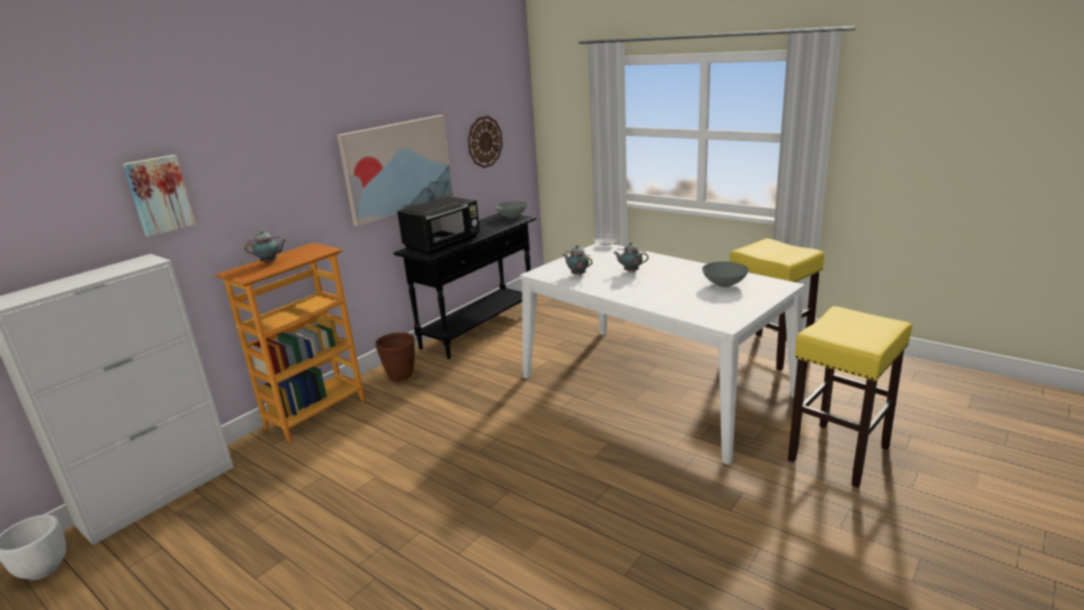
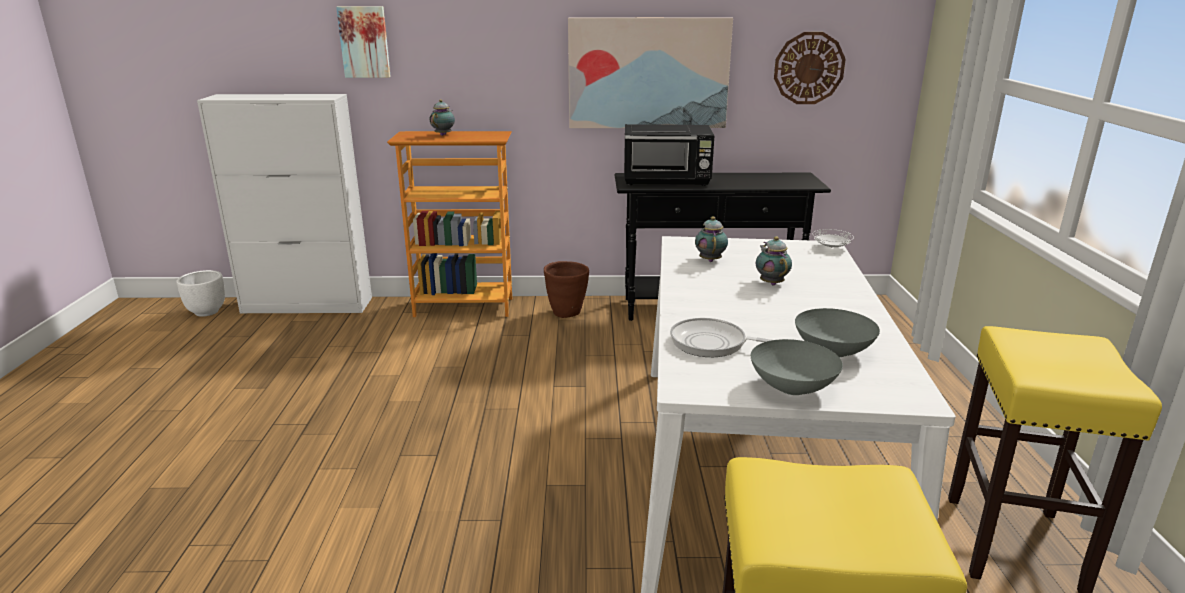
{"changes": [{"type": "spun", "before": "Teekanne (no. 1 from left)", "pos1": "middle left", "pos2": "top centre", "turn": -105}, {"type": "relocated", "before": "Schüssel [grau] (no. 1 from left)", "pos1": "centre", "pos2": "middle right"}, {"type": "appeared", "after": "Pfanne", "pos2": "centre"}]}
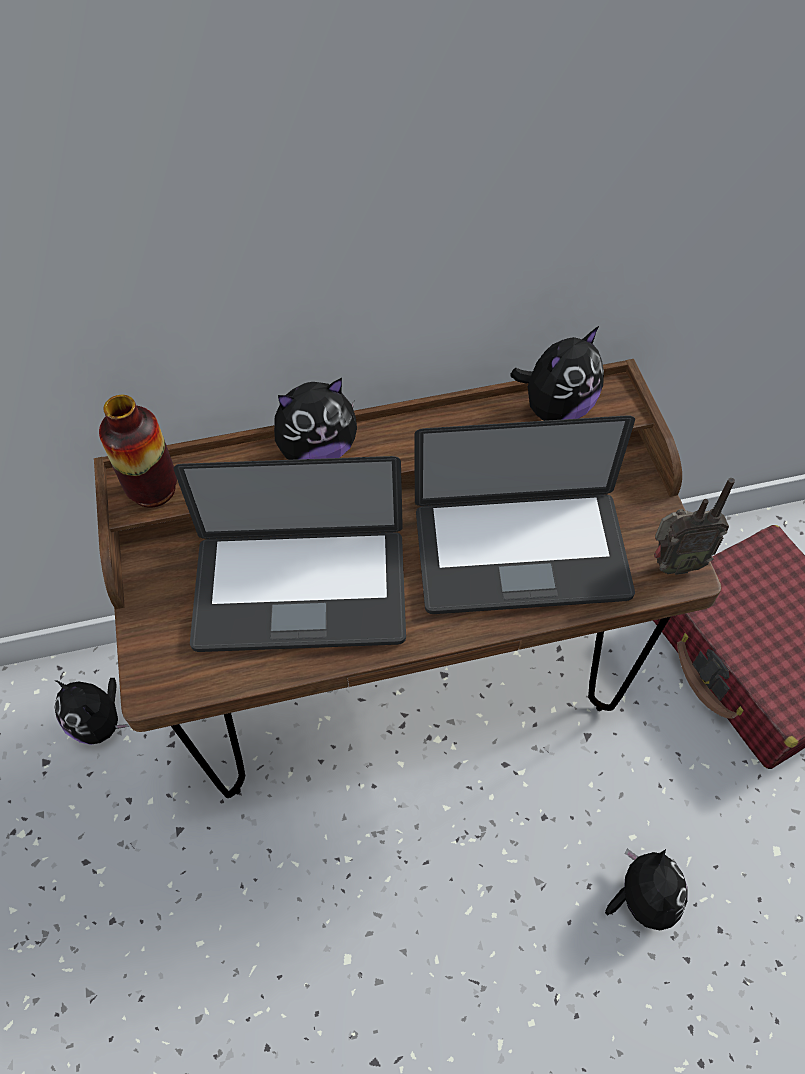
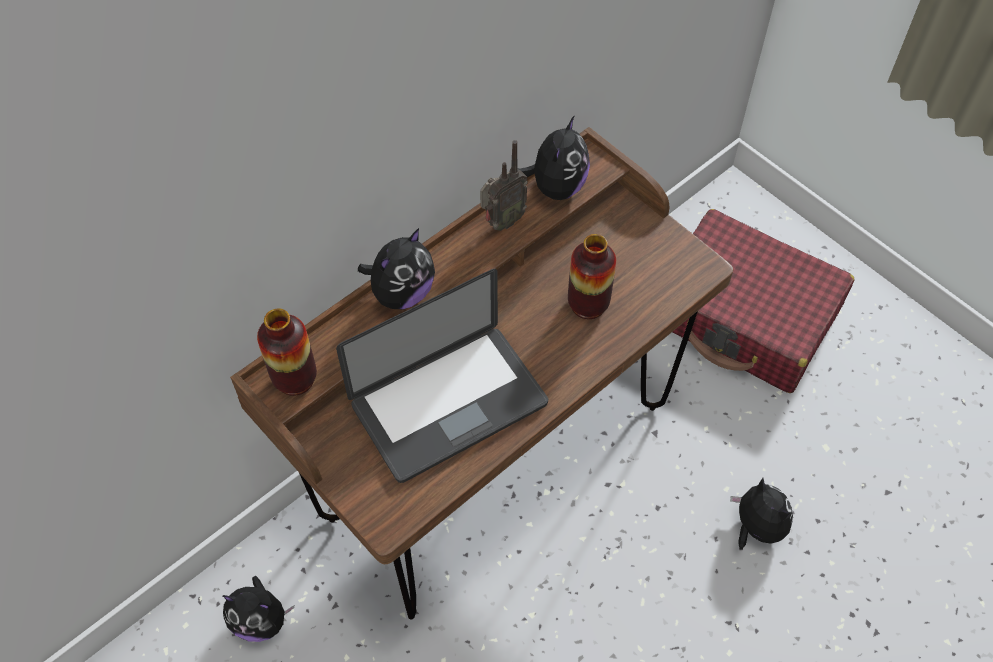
{"changes": [{"type": "exchanged", "before": "Laptop (no. 2 from left)", "after": "Vase (no. 2 from left)", "pos1": "centre", "pos2": "centre"}, {"type": "relocated", "before": "Radio", "pos1": "middle right", "pos2": "top centre"}]}
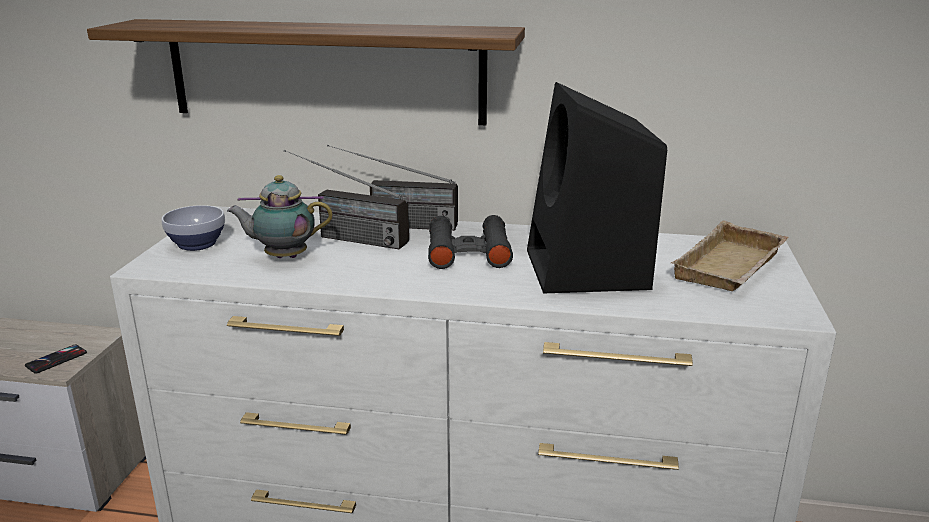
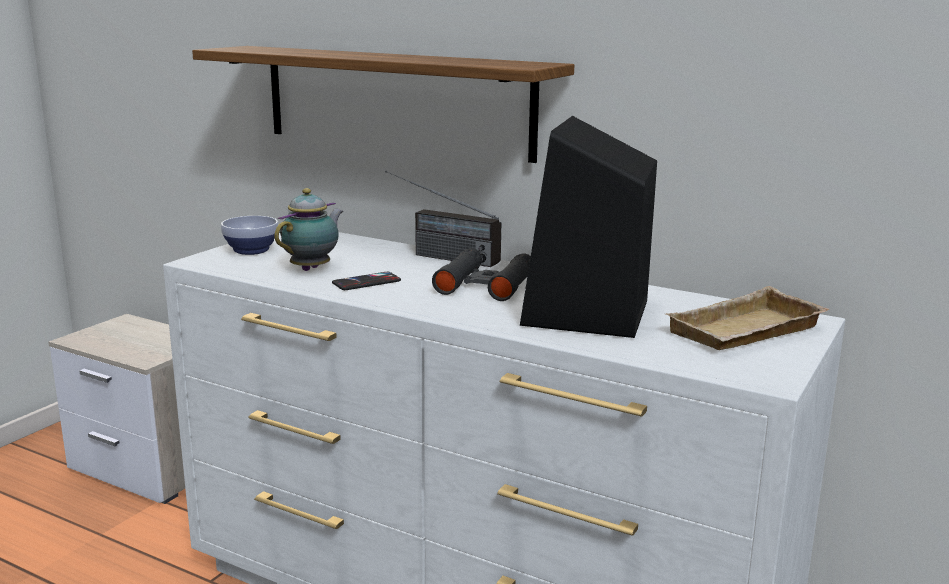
{"changes": [{"type": "relocated", "before": "Handy", "pos1": "bottom left", "pos2": "centre"}, {"type": "spun", "before": "Teekanne", "pos1": "middle left", "pos2": "middle left", "turn": 105}, {"type": "missing", "before": "Radio (no. 1 from left)", "pos1": "centre"}]}
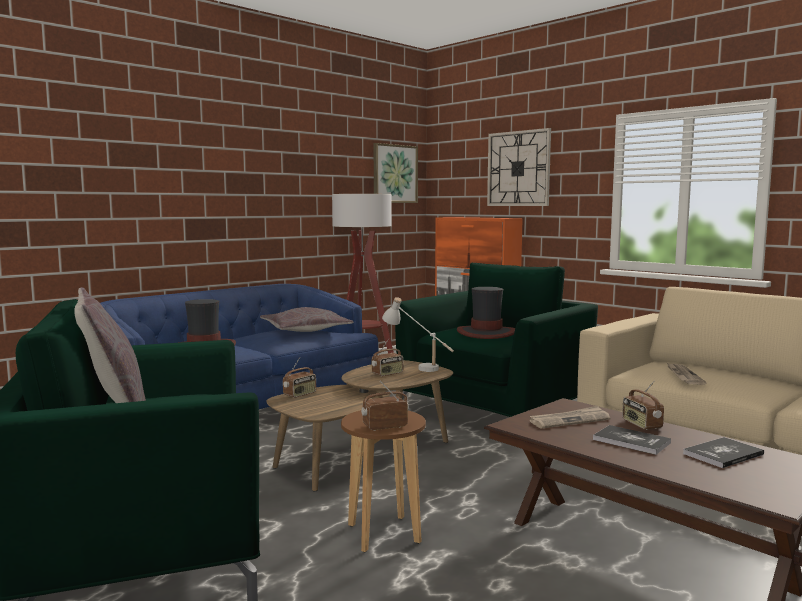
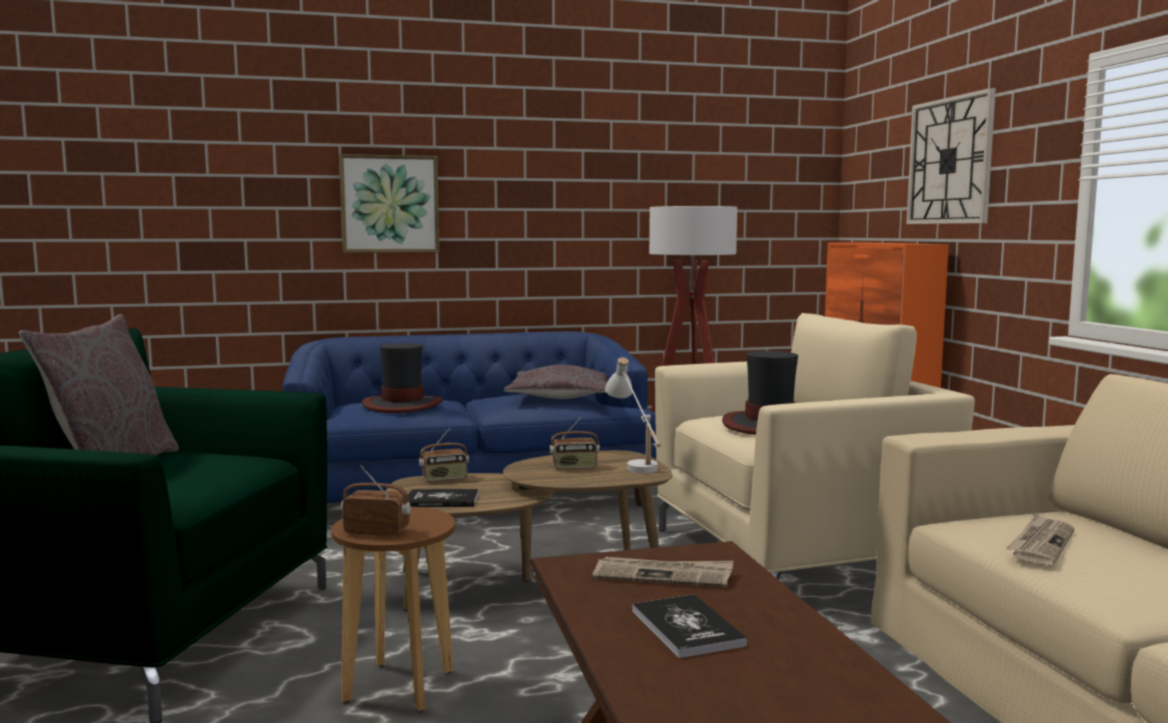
{"changes": [{"type": "relocated", "before": "Bild", "pos1": "top centre", "pos2": "top left"}, {"type": "colour", "before": "Sessel [grün] (no. 2 from left)", "after": "Sessel [beige]", "pos1": "centre", "pos2": "middle right"}, {"type": "missing", "before": "Radio (no. 4 from left)", "pos1": "bottom right"}, {"type": "relocated", "before": "Buch (no. 2 from left in the first image)", "after": "Buch (no. 1 from left)", "pos1": "bottom right", "pos2": "bottom centre"}]}
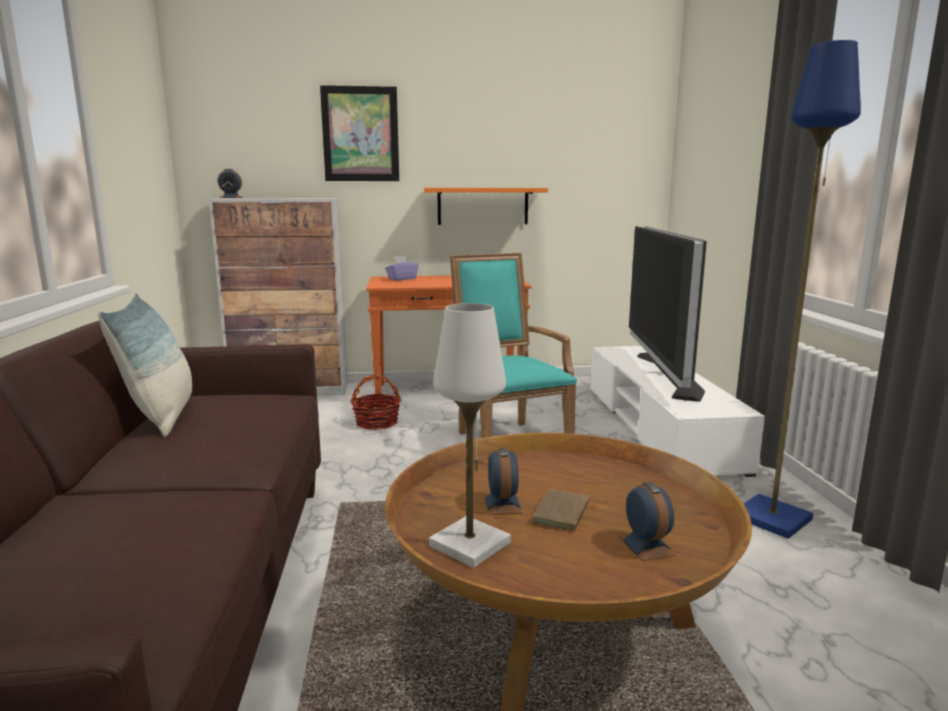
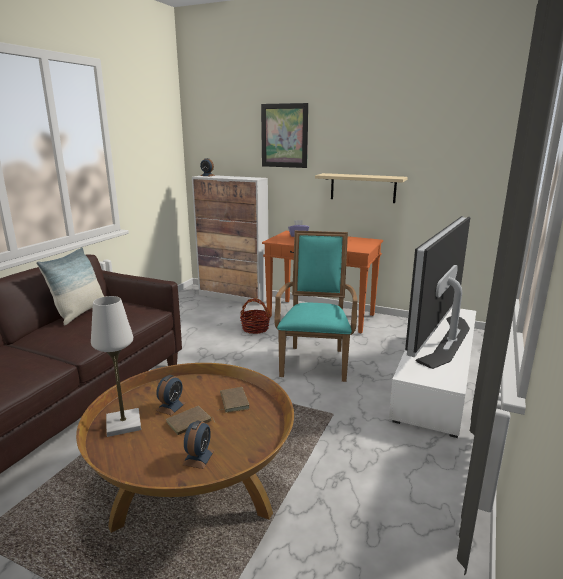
{"changes": [{"type": "colour", "before": "Wandregal [orange]", "after": "Wandregal [beige]", "pos1": "top centre", "pos2": "top centre"}, {"type": "missing", "before": "Stehlampe [blau]", "pos1": "middle right"}, {"type": "appeared", "after": "Buch [braun] (no. 2 from left)", "pos2": "bottom centre"}]}
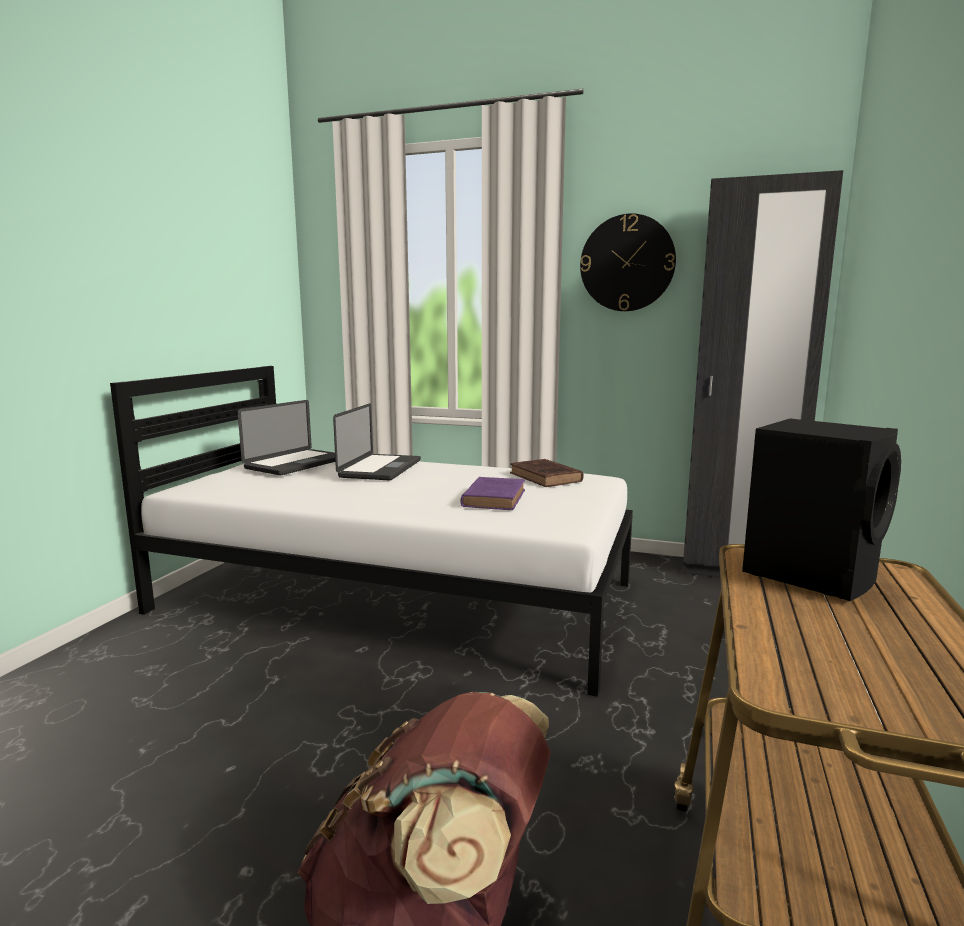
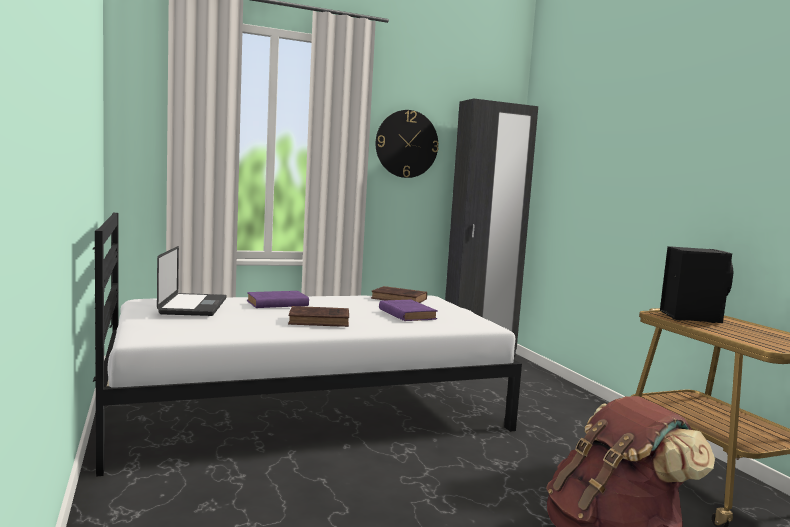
{"changes": [{"type": "exchanged", "before": "Laptop (no. 2 from left)", "after": "Buch [lila] (no. 1 from left)", "pos1": "centre", "pos2": "centre"}, {"type": "appeared", "after": "Buch [braun] (no. 1 from left)", "pos2": "centre"}]}
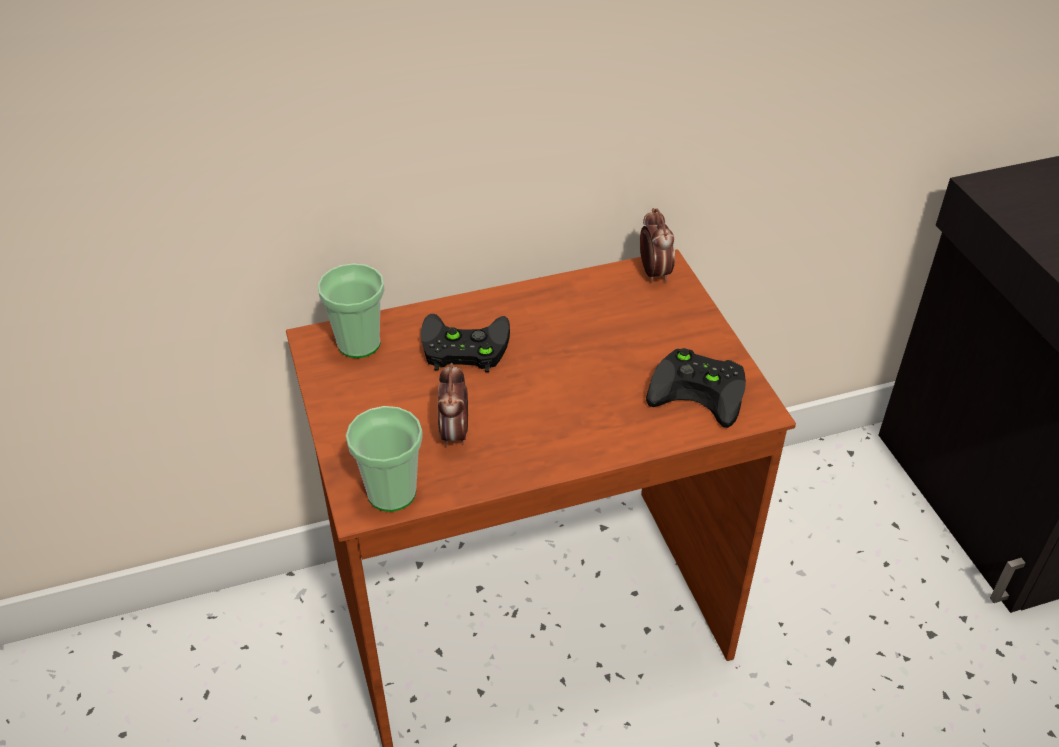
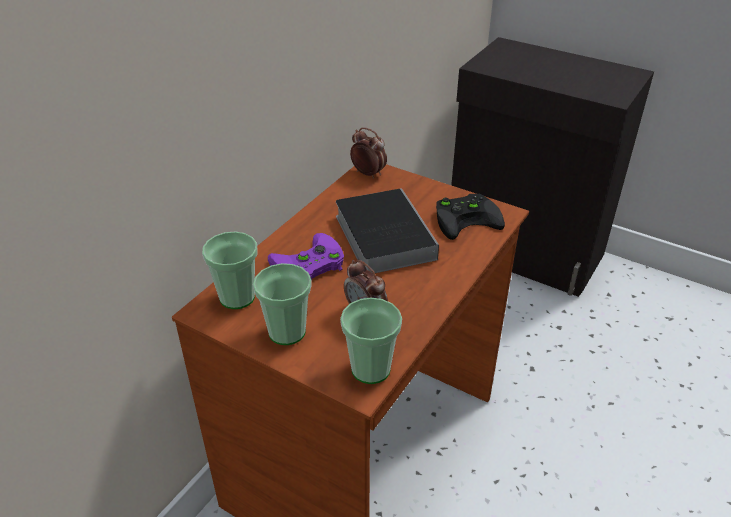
{"changes": [{"type": "colour", "before": "Gamepad [schwarz] (no. 1 from left)", "after": "Gamepad [lila]", "pos1": "centre", "pos2": "centre"}, {"type": "appeared", "after": "Tasse (no. 2 from left)", "pos2": "centre"}, {"type": "appeared", "after": "Buch", "pos2": "centre"}]}
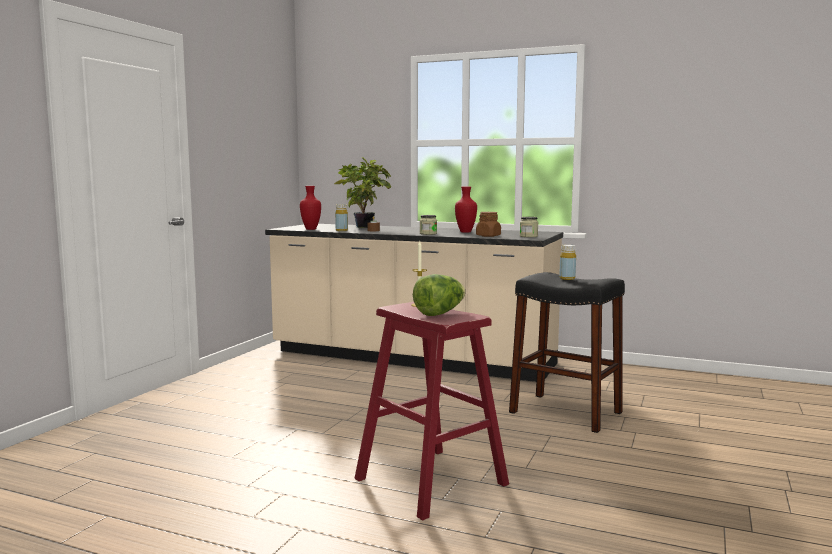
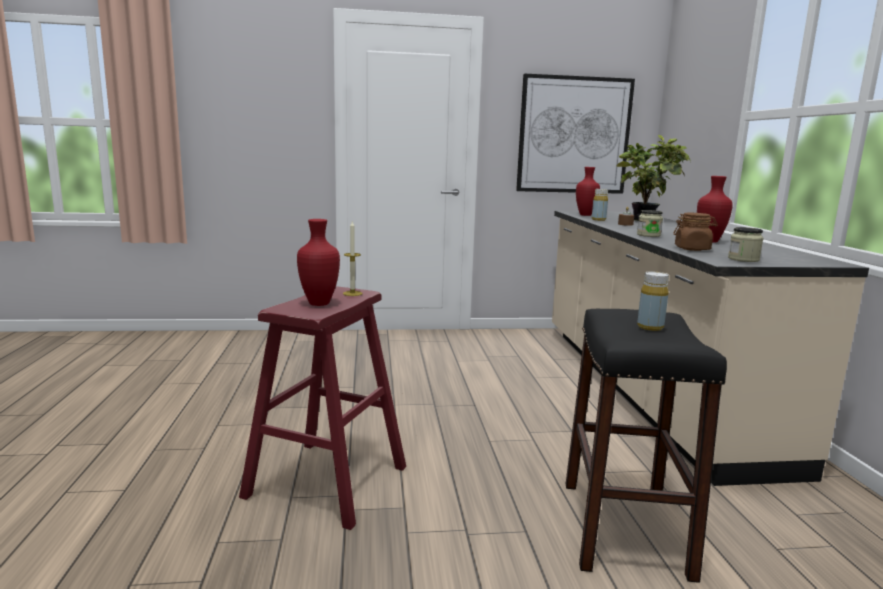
{"changes": [{"type": "exchanged", "before": "Salatkopf", "after": "Vase [rot] (no. 1 from left)", "pos1": "centre", "pos2": "centre"}, {"type": "appeared", "after": "Bild", "pos2": "top centre"}]}
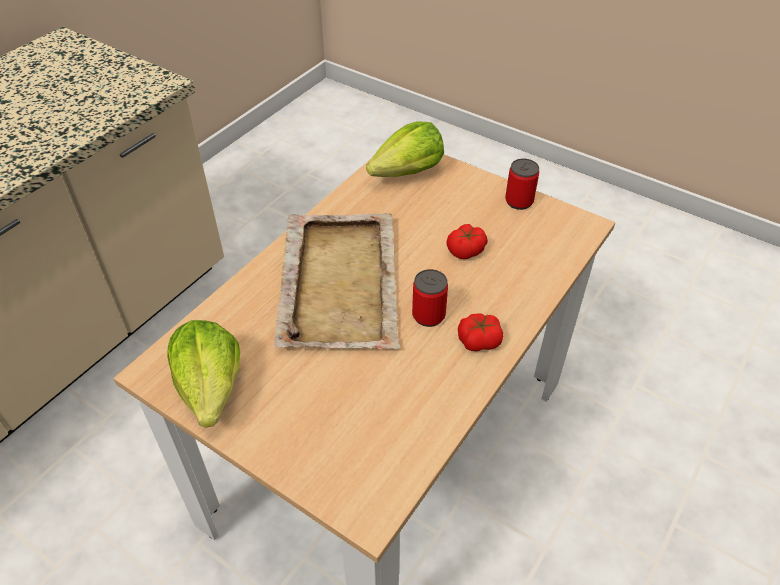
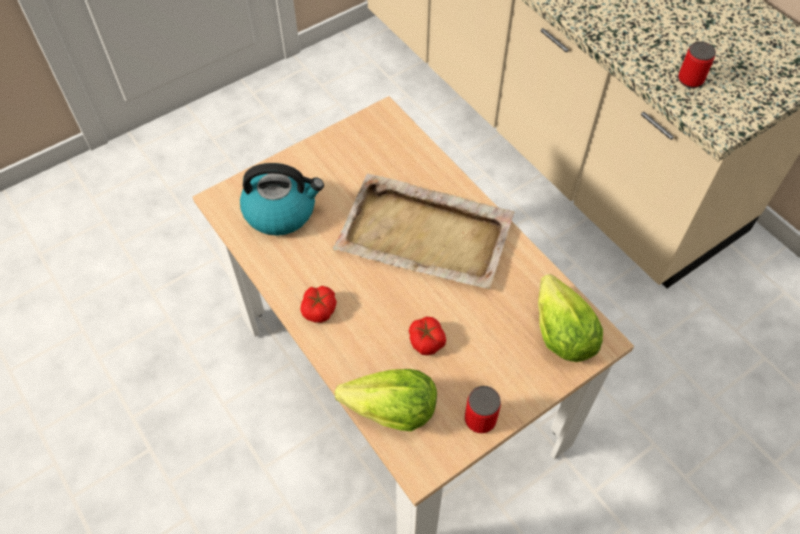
{"changes": [{"type": "relocated", "before": "Salatkopf (no. 1 from left)", "pos1": "middle left", "pos2": "bottom centre"}, {"type": "relocated", "before": "Dose (no. 1 from left in the first image)", "after": "Dose (no. 2 from left)", "pos1": "centre", "pos2": "top right"}, {"type": "appeared", "after": "Wasserkessel", "pos2": "centre"}]}
